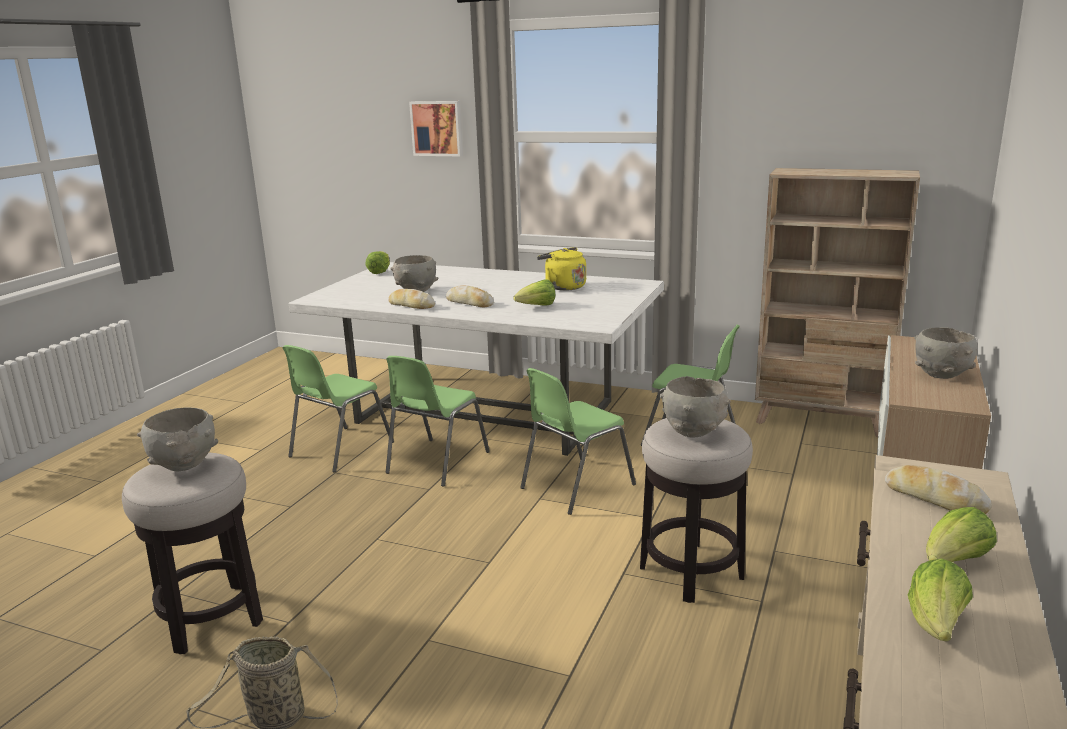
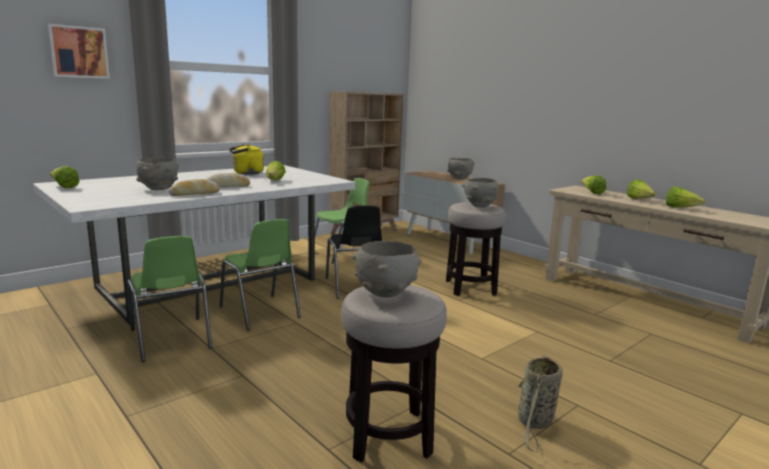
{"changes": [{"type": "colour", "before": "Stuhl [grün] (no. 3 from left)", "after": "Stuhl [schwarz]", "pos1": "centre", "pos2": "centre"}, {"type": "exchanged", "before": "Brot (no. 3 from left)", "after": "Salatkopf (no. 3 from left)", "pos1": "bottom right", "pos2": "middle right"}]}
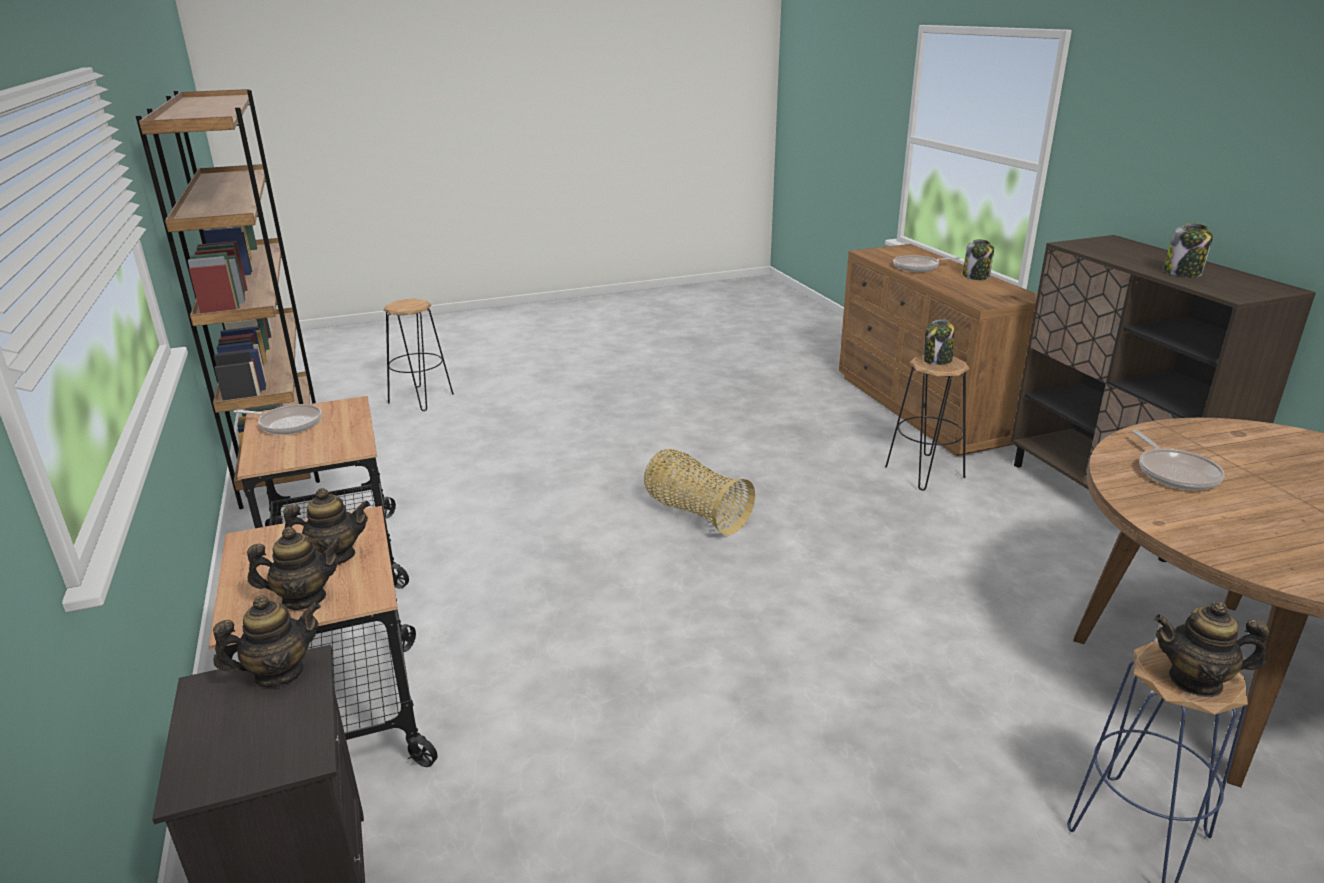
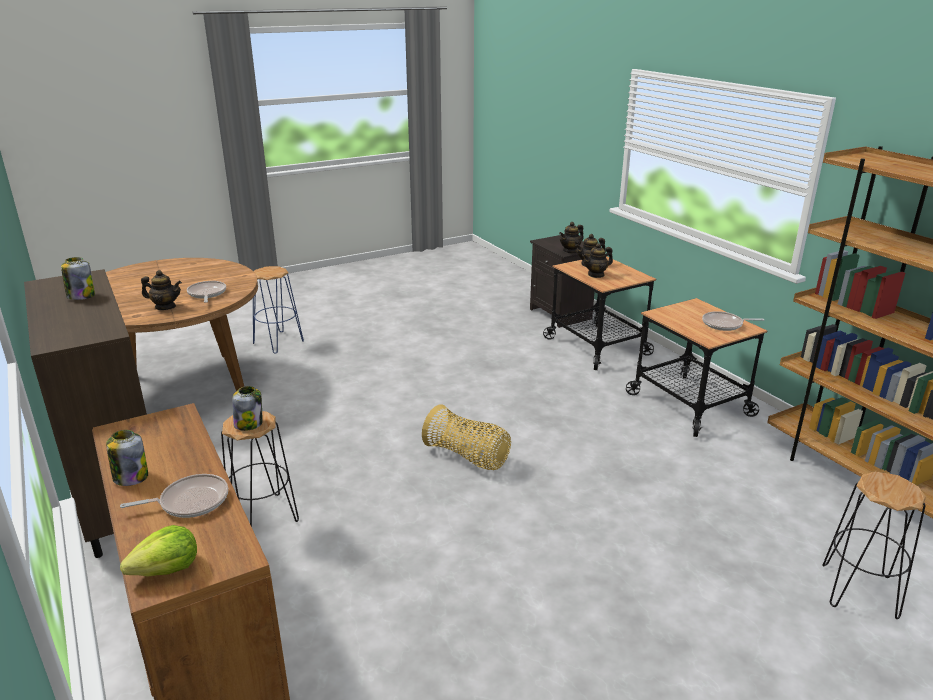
{"changes": [{"type": "relocated", "before": "Teekanne (no. 4 from left in the first image)", "after": "Teekanne (no. 1 from left)", "pos1": "bottom right", "pos2": "middle left"}, {"type": "appeared", "after": "Salatkopf", "pos2": "bottom left"}]}
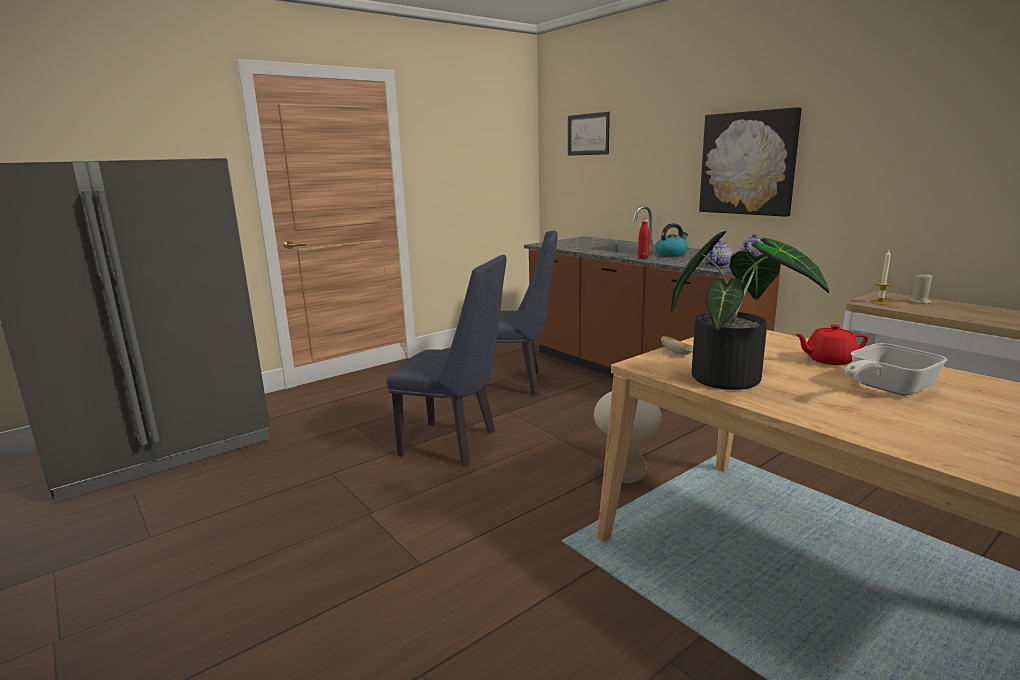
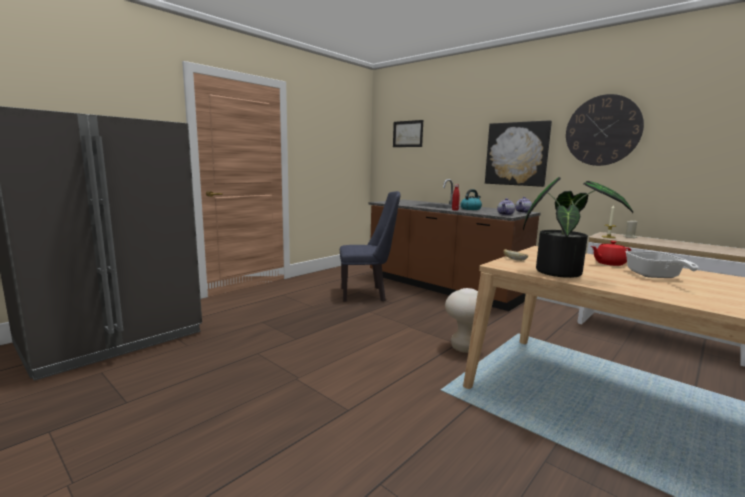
{"changes": [{"type": "missing", "before": "Stuhl [blau] (no. 1 from left)", "pos1": "centre"}, {"type": "spun", "before": "Pfanne", "pos1": "middle right", "pos2": "middle right", "turn": -45}, {"type": "appeared", "after": "Wanduhr", "pos2": "top right"}]}
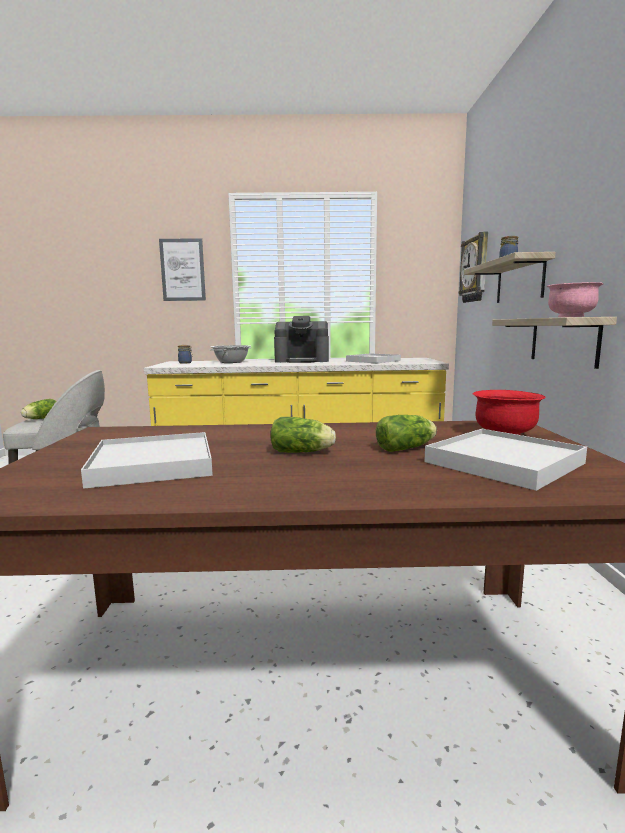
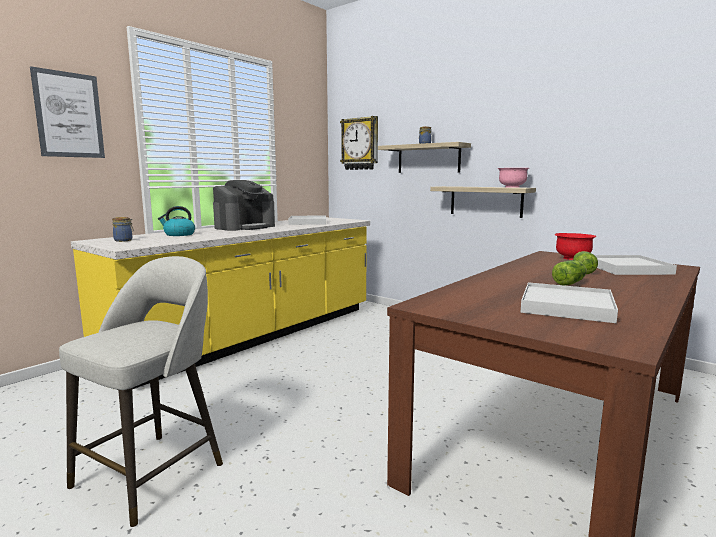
{"changes": [{"type": "missing", "before": "Salatkopf (no. 1 from left)", "pos1": "middle left"}, {"type": "exchanged", "before": "Kochtopf", "after": "Wasserkessel", "pos1": "centre", "pos2": "middle left"}]}
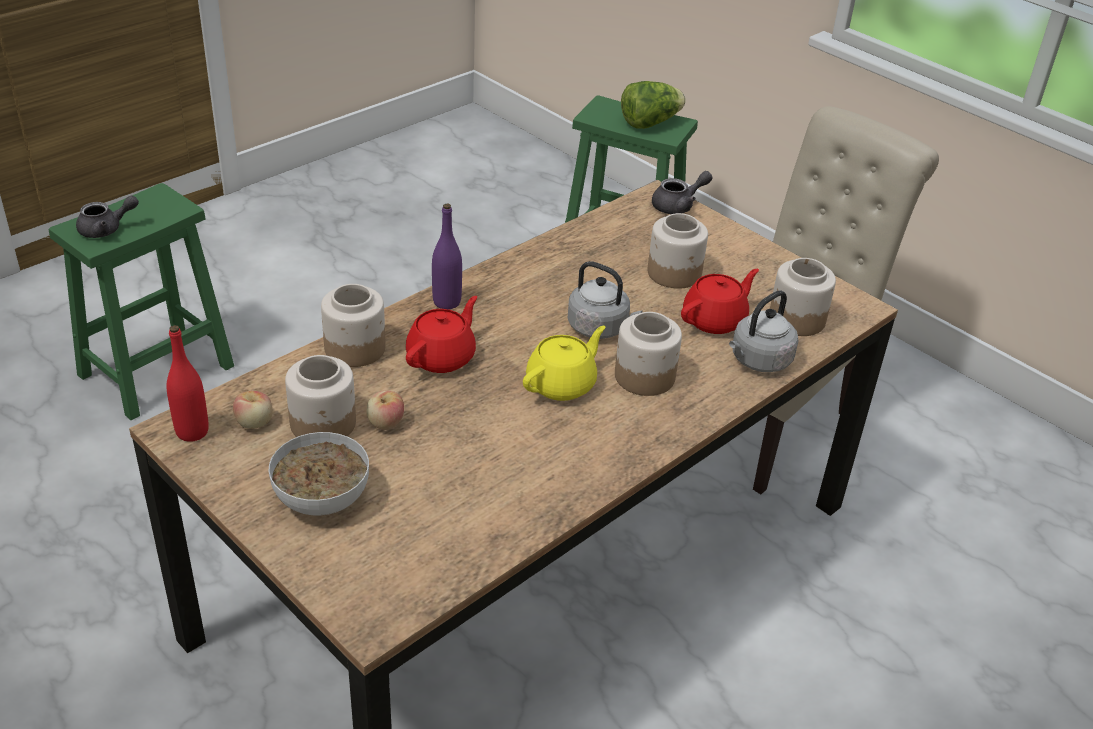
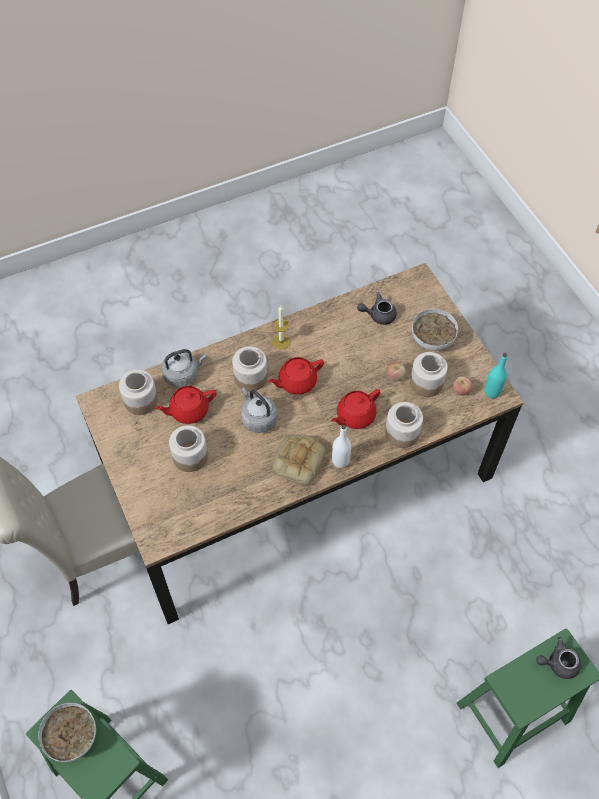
{"changes": [{"type": "colour", "before": "Flasche [rot]", "after": "Flasche [türkis]", "pos1": "middle left", "pos2": "middle right"}, {"type": "colour", "before": "Flasche [lila]", "after": "Flasche [weiß]", "pos1": "centre", "pos2": "centre"}, {"type": "colour", "before": "Teekanne [gelb]", "after": "Teekanne [rot] (no. 2 from left)", "pos1": "centre", "pos2": "centre"}, {"type": "exchanged", "before": "Salatkopf", "after": "Schüssel (no. 1 from left)", "pos1": "top centre", "pos2": "bottom left"}, {"type": "relocated", "before": "Teekanne [grau] (no. 2 from left in the first image)", "after": "Teekanne [grau] (no. 1 from left)", "pos1": "top centre", "pos2": "centre"}, {"type": "appeared", "after": "Kerze", "pos2": "centre"}, {"type": "appeared", "after": "Brot", "pos2": "centre"}]}
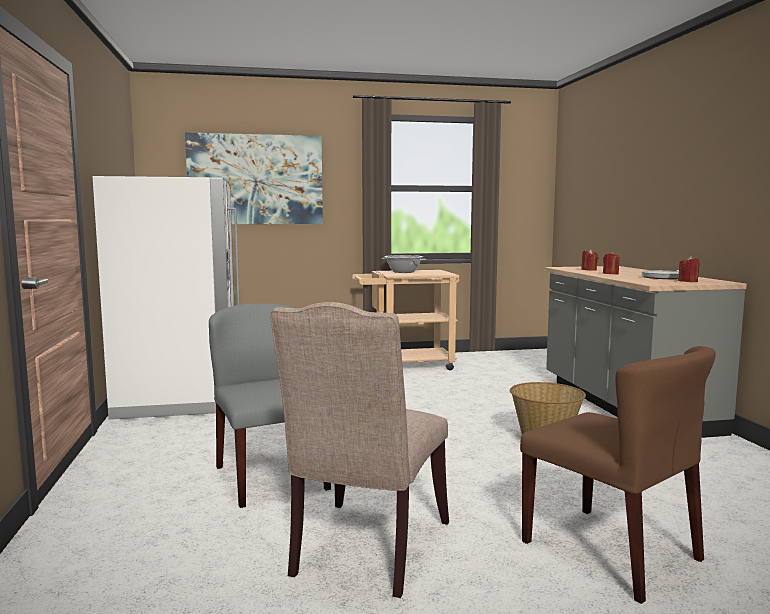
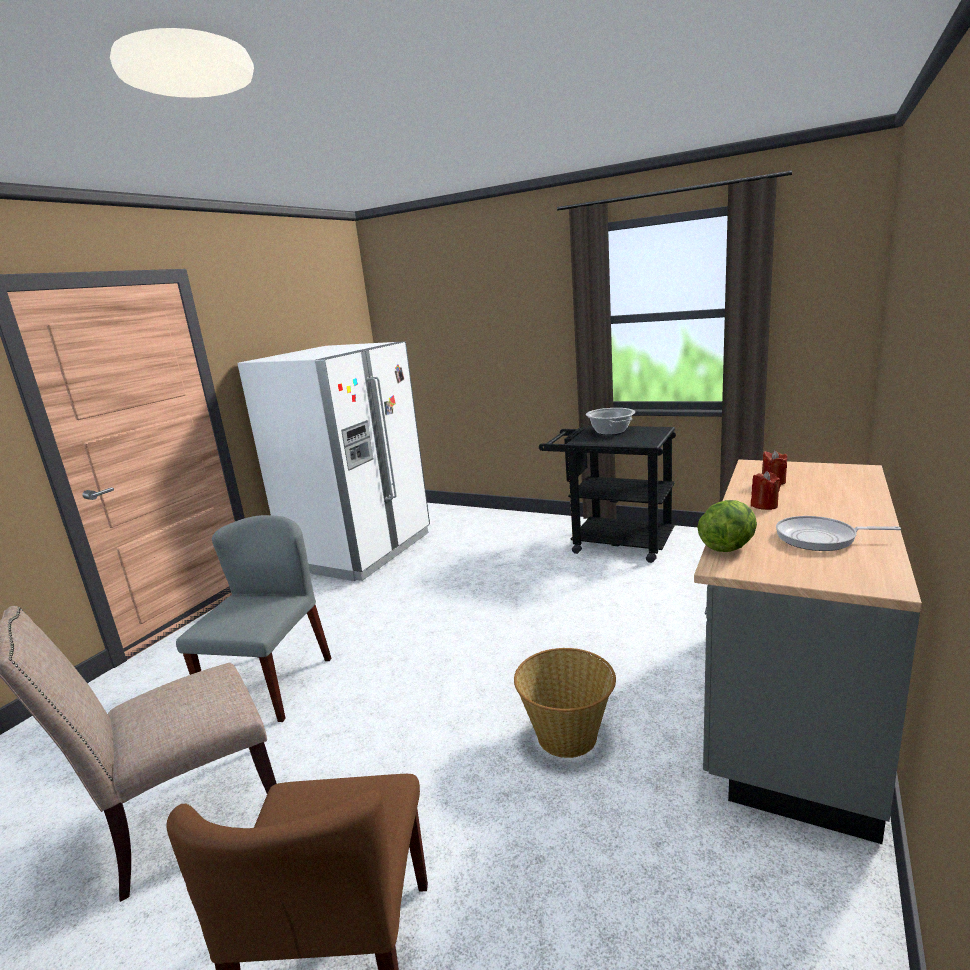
{"changes": [{"type": "missing", "before": "Bild", "pos1": "top left"}, {"type": "colour", "before": "Rollwagen [beige]", "after": "Rollwagen [schwarz]", "pos1": "centre", "pos2": "centre"}, {"type": "missing", "before": "Kerze [rot] (no. 3 from left)", "pos1": "middle right"}, {"type": "appeared", "after": "Salatkopf", "pos2": "middle right"}]}
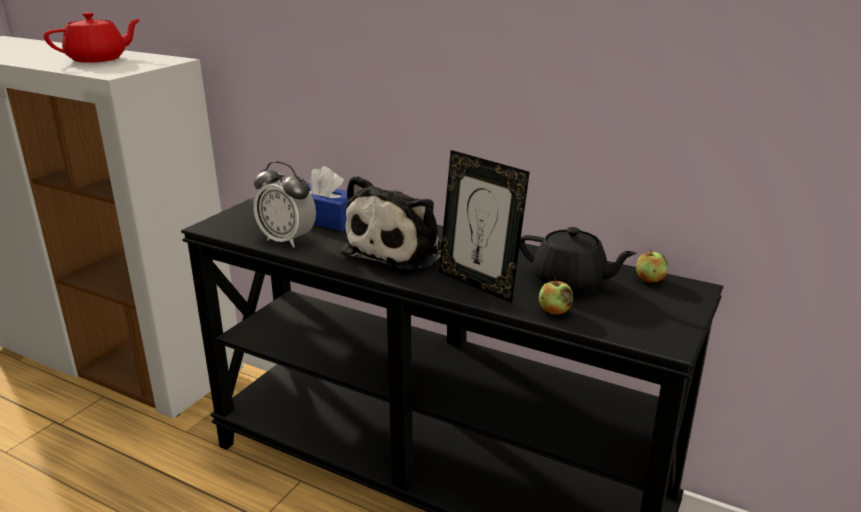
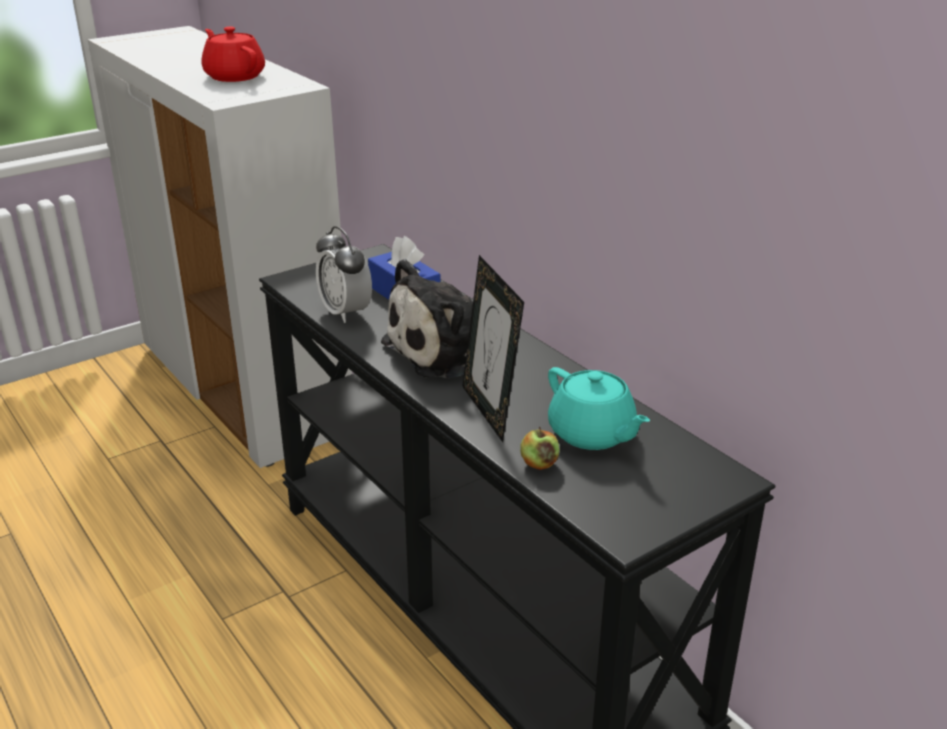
{"changes": [{"type": "spun", "before": "Teekanne [rot]", "pos1": "top left", "pos2": "top left", "turn": -120}, {"type": "colour", "before": "Teekanne [schwarz]", "after": "Teekanne [türkis]", "pos1": "middle right", "pos2": "centre"}, {"type": "missing", "before": "Apfel (no. 2 from left)", "pos1": "middle right"}]}
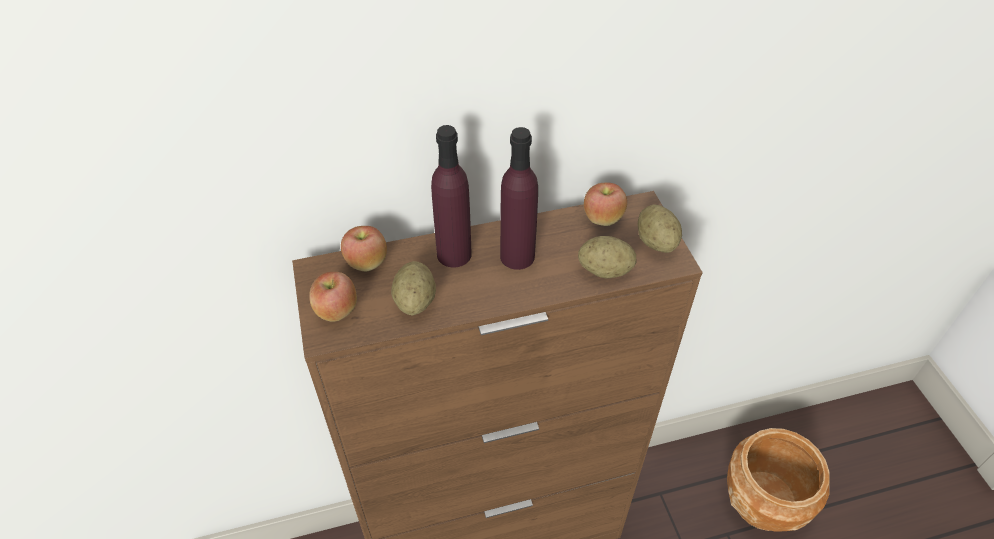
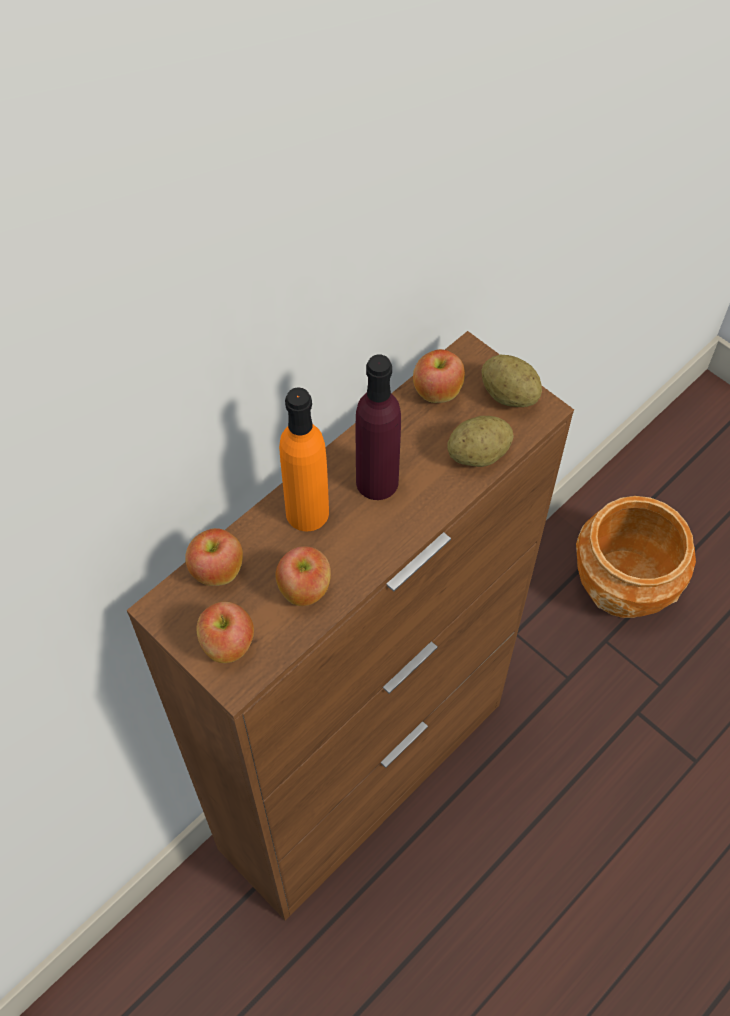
{"changes": [{"type": "exchanged", "before": "Kartoffel (no. 1 from left)", "after": "Apfel (no. 3 from left)", "pos1": "centre", "pos2": "centre"}, {"type": "colour", "before": "Flasche [lila] (no. 1 from left)", "after": "Flasche [orange]", "pos1": "centre", "pos2": "centre"}]}
